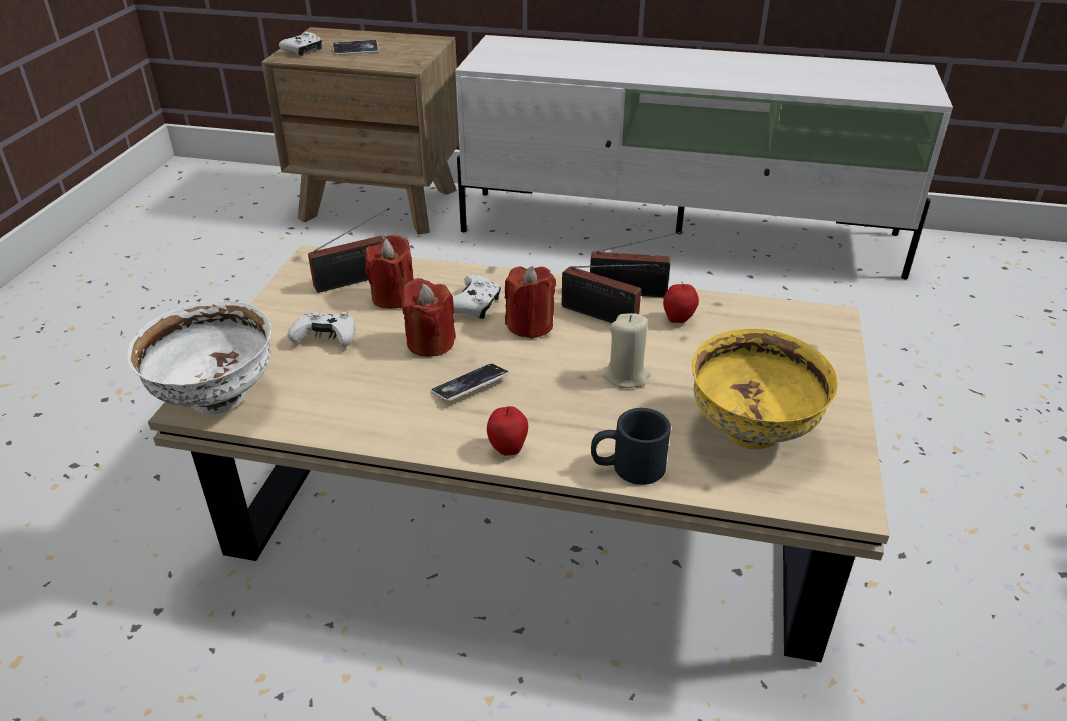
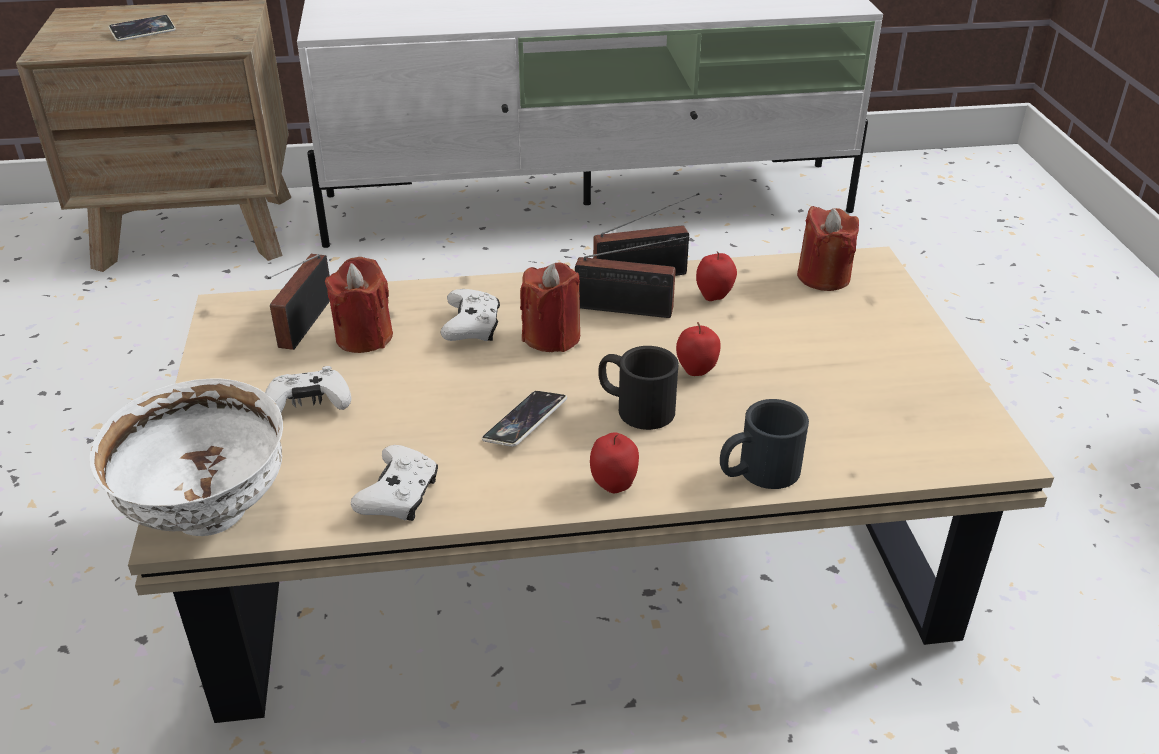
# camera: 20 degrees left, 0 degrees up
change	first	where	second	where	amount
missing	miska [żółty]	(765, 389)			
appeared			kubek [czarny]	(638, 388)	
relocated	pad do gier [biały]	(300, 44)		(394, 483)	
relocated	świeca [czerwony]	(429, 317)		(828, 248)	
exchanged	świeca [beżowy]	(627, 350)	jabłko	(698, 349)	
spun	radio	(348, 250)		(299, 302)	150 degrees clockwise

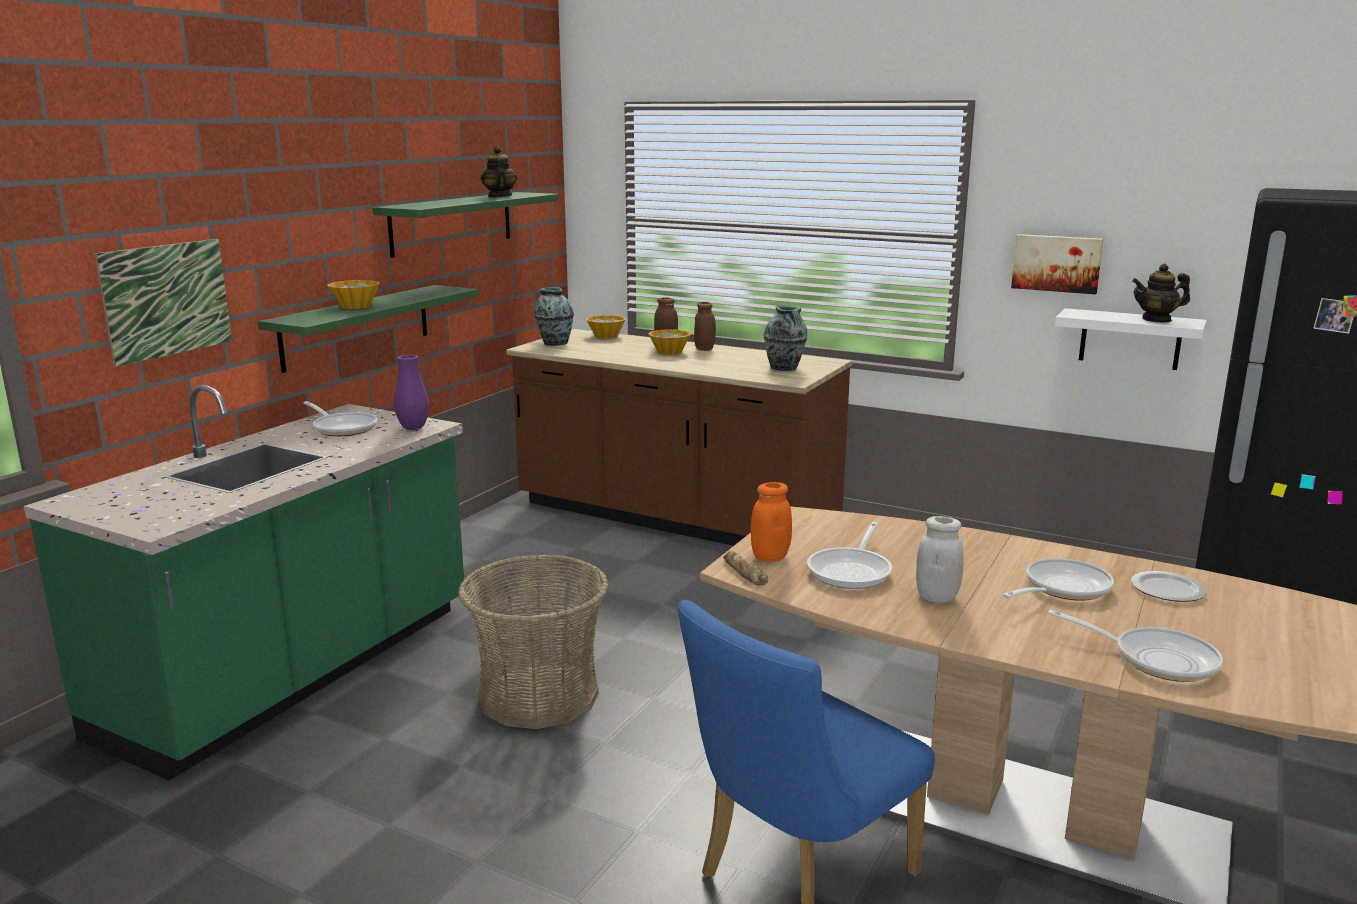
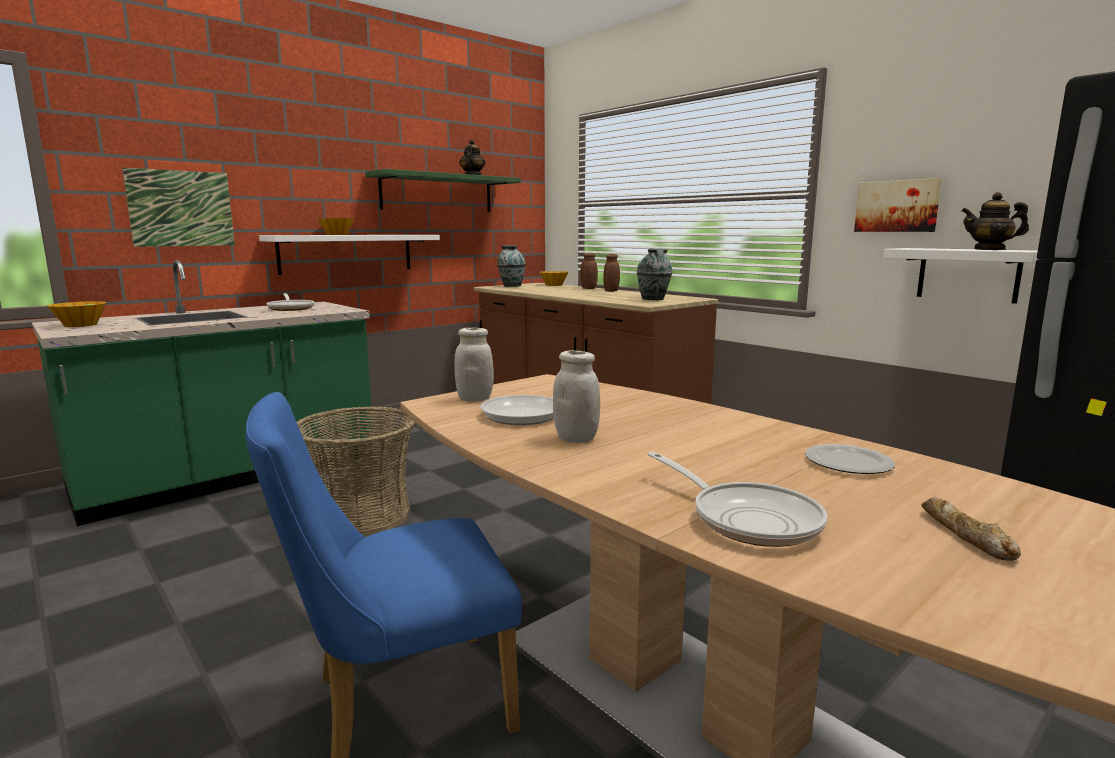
# camera: 20 degrees right, 5 degrees down
change	first	where	second	where	amount
missing	wazon [fioletowy]	(411, 392)			
missing	patelnia	(1058, 579)			
relocated	miska	(669, 342)		(76, 314)	
relocated	chleb	(745, 568)		(971, 529)	
colour	półka [zielony]	(368, 329)	półka [biały]	(349, 255)	
colour	słoik [pomarańczowy]	(771, 522)	słoik [biały]	(474, 365)	

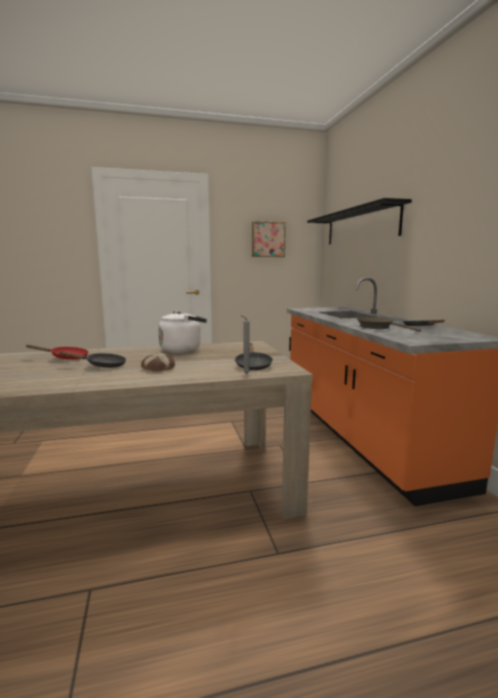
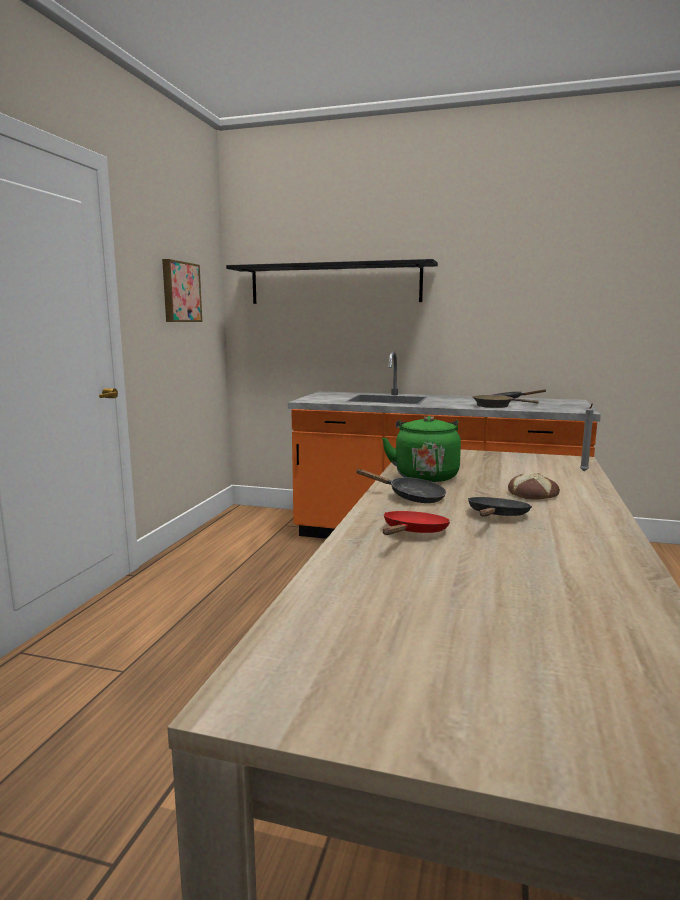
# camera: 60 degrees left, 0 degrees up
change	first	where	second	where	amount
relocated	patelnia [czarny]	(253, 356)		(401, 486)	
colour	czajnik [biały]	(182, 332)	czajnik [zielony]	(421, 449)	

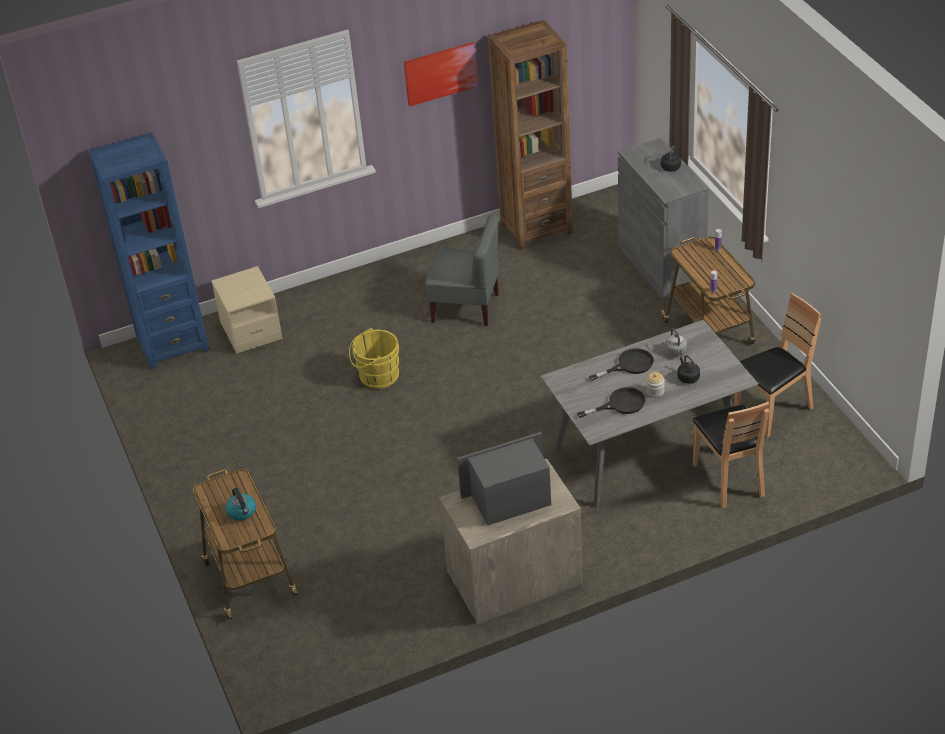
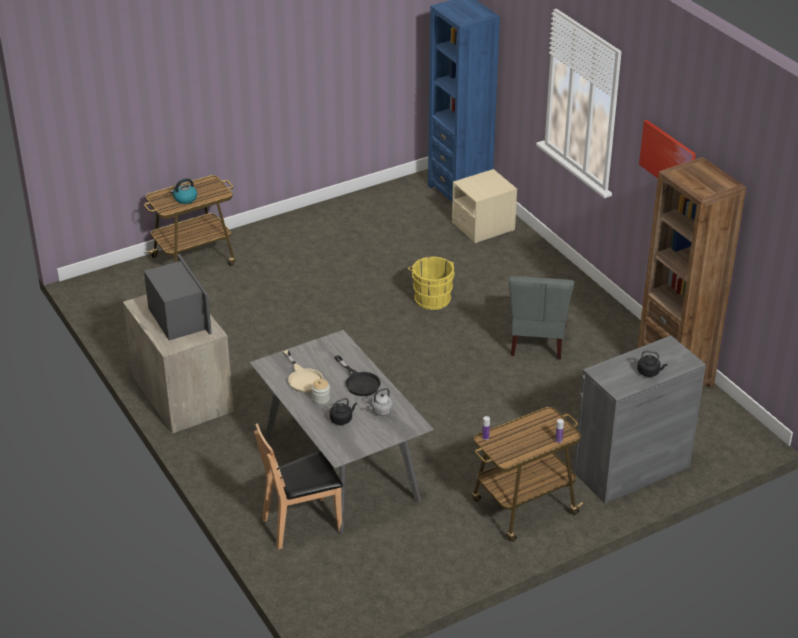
# camera: 80 degrees right, 5 degrees down
change	first	where	second	where	amount
missing	krzesło [brązowy]	(777, 365)			
colour	patelnia [czarny]	(611, 402)	patelnia [beżowy]	(303, 371)	

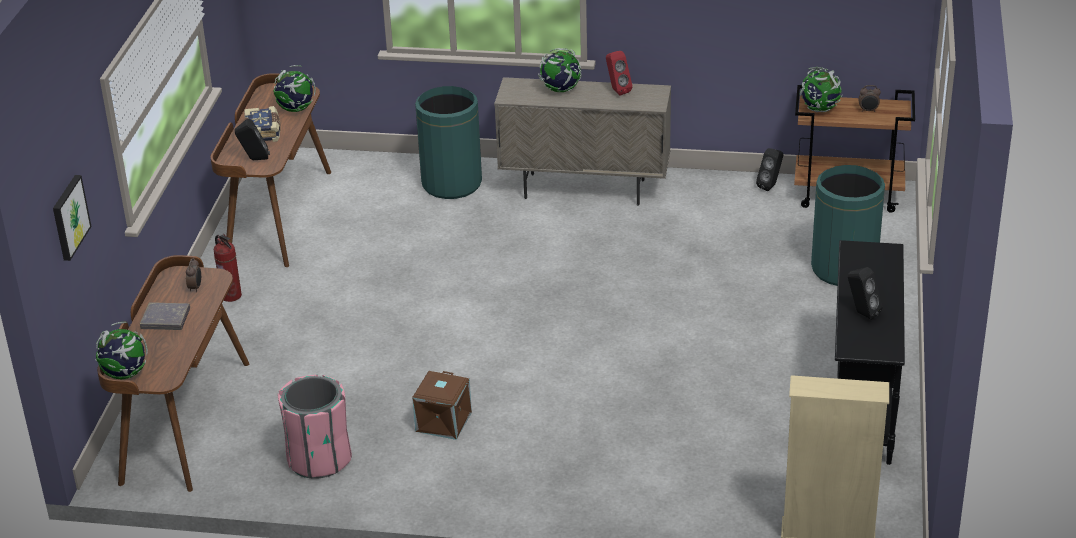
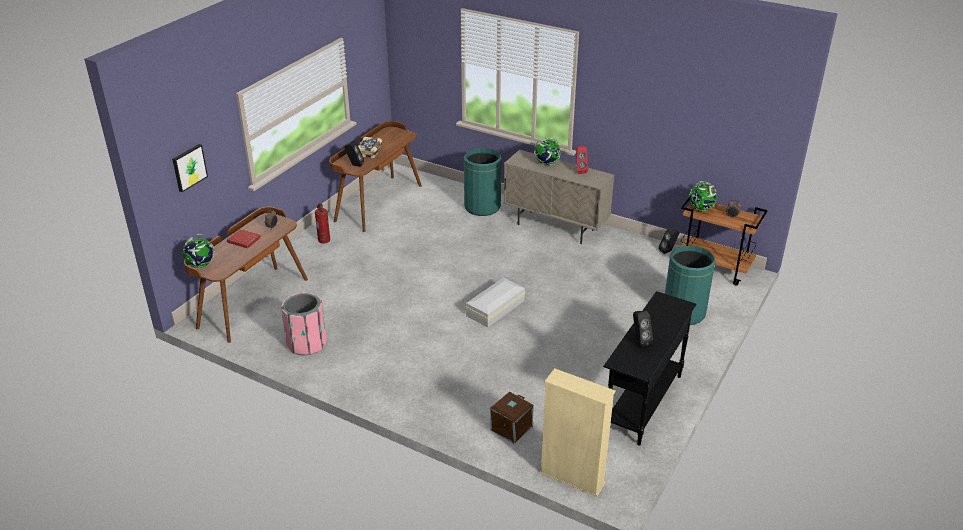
# camera: 20 degrees right, 0 degrees up
change	first	where	second	where	amount
missing	globus	(295, 88)			
appeared			pojemnik do przechowywania [biały]	(495, 303)	
relocated	pojemnik do przechowywania [brązowy]	(442, 405)		(512, 418)	
colour	książka [szary]	(165, 316)	książka [czerwony]	(244, 238)	

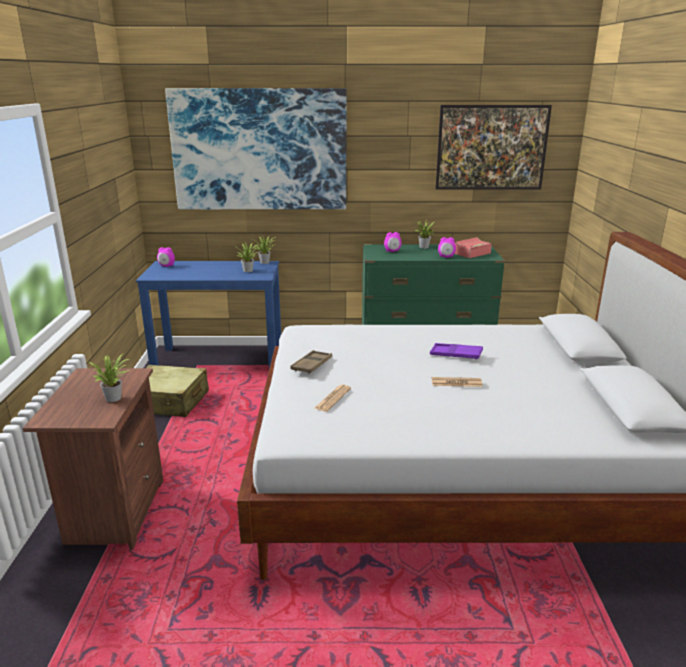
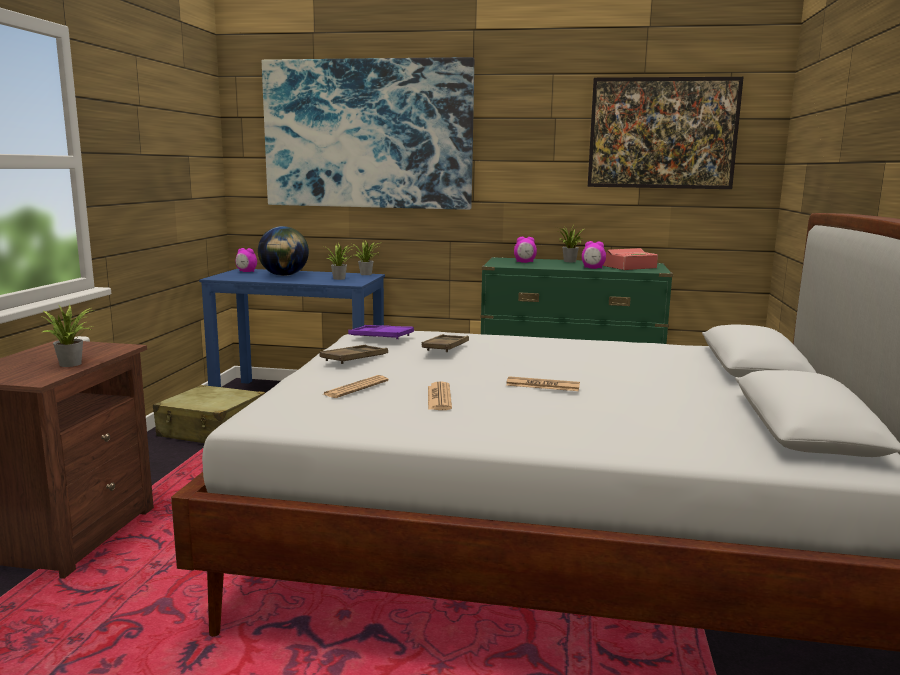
# camera: 10 degrees right, 10 degrees down
change	first	where	second	where	amount
appeared			globus	(283, 251)	
appeared			taca [brązowy]	(445, 343)	
appeared			gazeta	(440, 395)	
relocated	taca [fioletowy]	(456, 351)		(381, 332)	

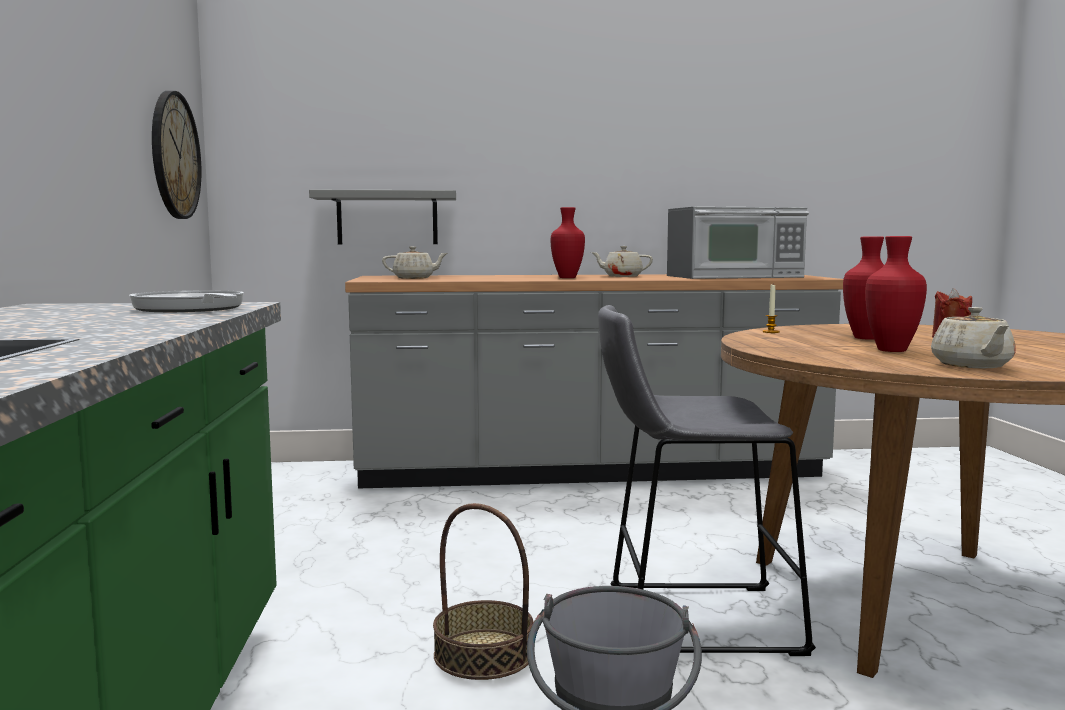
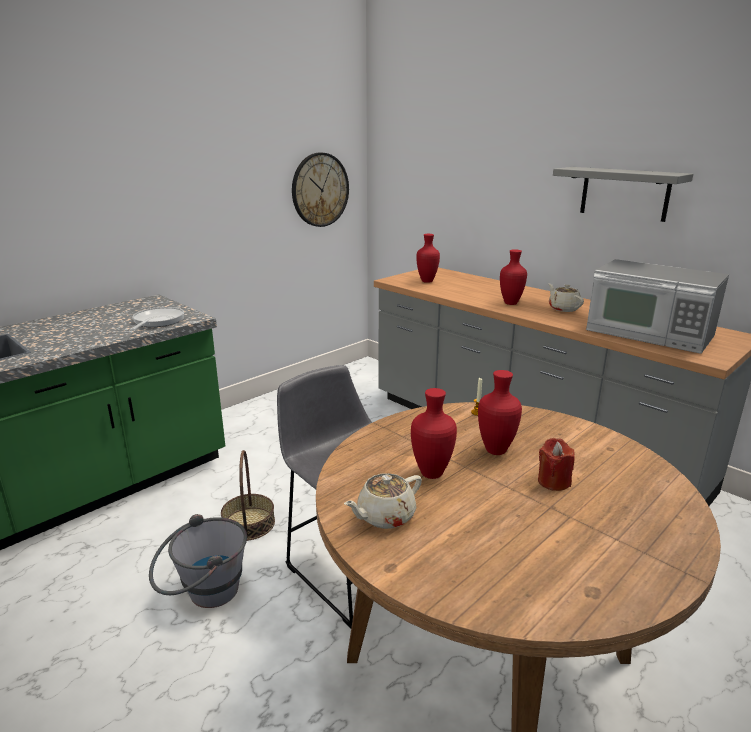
# camera: 50 degrees right, 15 degrees up
change	first	where	second	where	amount
relocated	półka [szary]	(382, 217)		(623, 194)	
exchanged	imbryk [beżowy]	(415, 262)	wazon [czerwony]	(428, 258)	

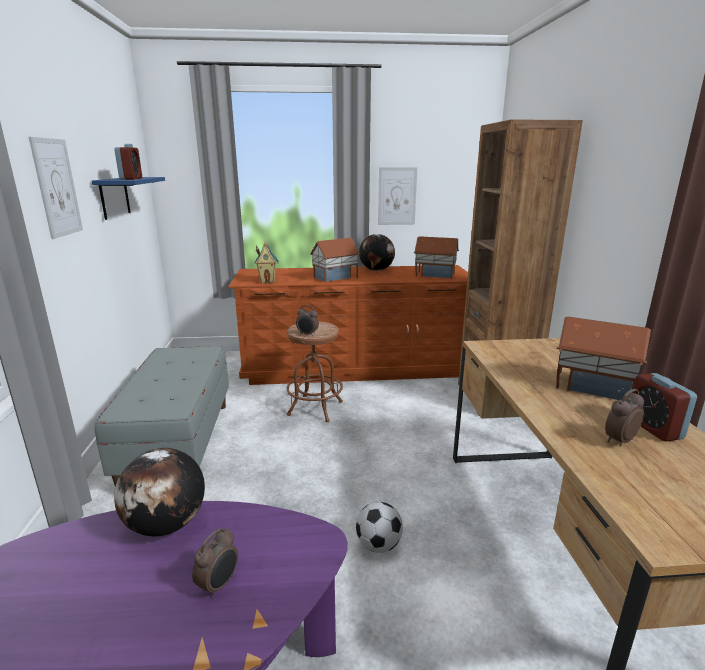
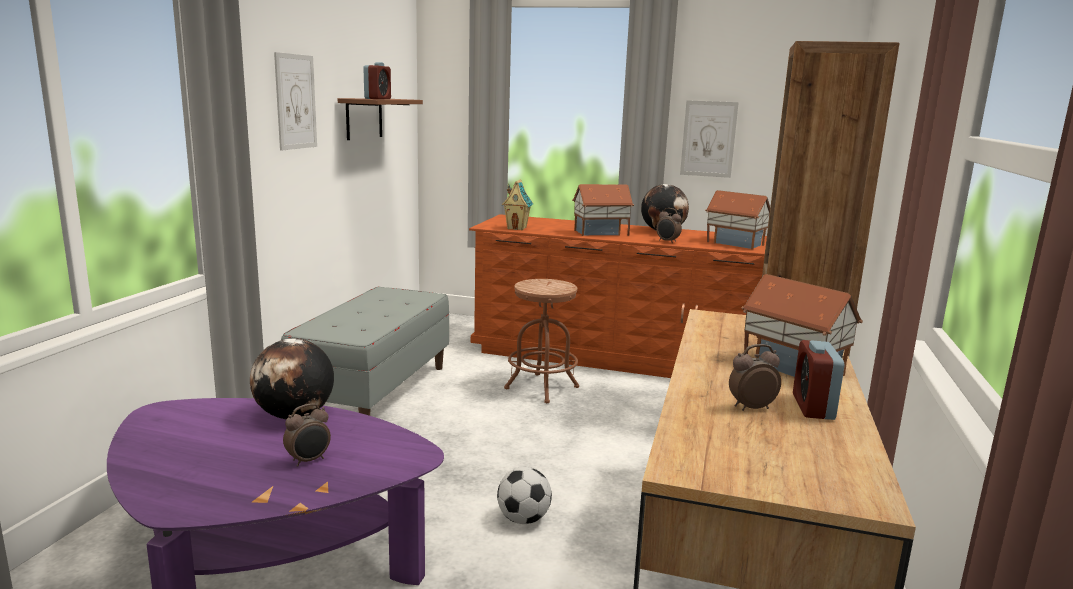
# camera: 20 degrees right, 5 degrees down
change	first	where	second	where	amount
relocated	budzik	(307, 320)		(669, 225)	
colour	półka [niebieski]	(128, 198)	półka [brązowy]	(380, 119)	

